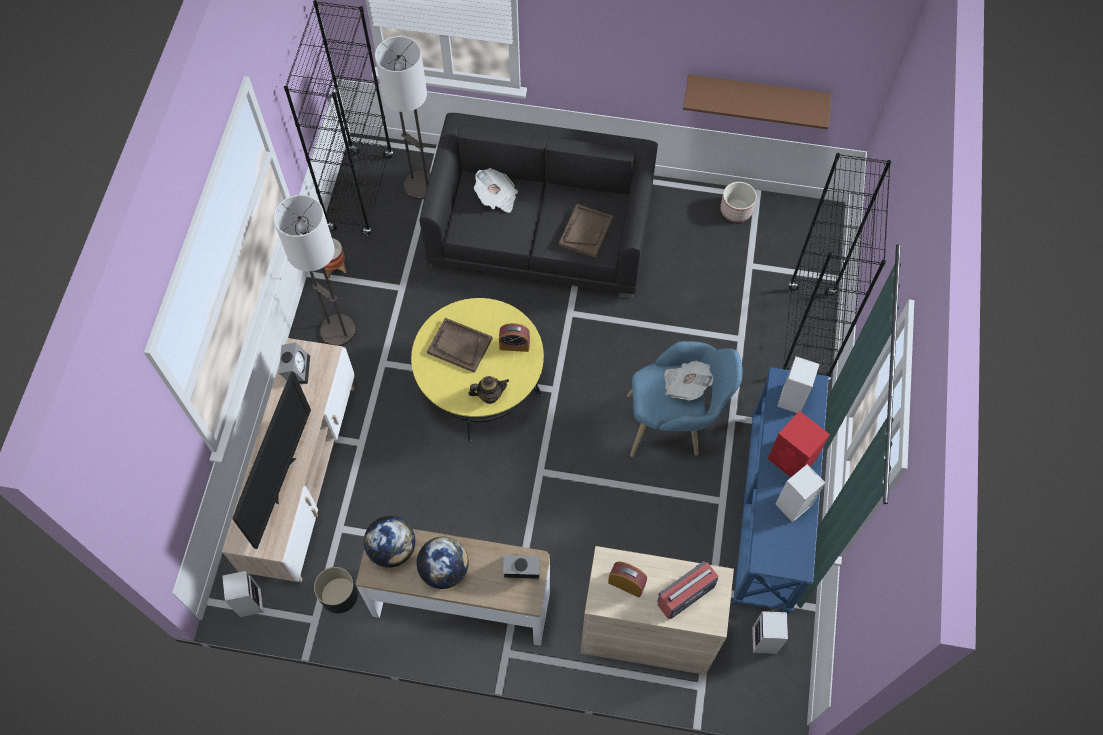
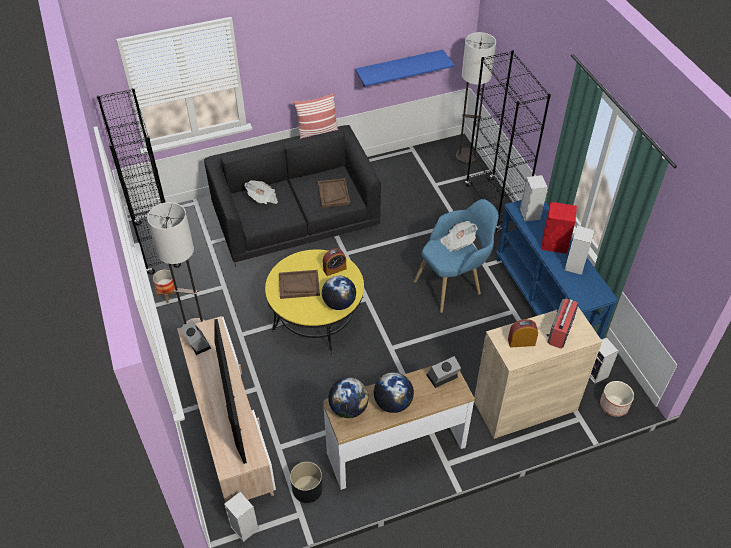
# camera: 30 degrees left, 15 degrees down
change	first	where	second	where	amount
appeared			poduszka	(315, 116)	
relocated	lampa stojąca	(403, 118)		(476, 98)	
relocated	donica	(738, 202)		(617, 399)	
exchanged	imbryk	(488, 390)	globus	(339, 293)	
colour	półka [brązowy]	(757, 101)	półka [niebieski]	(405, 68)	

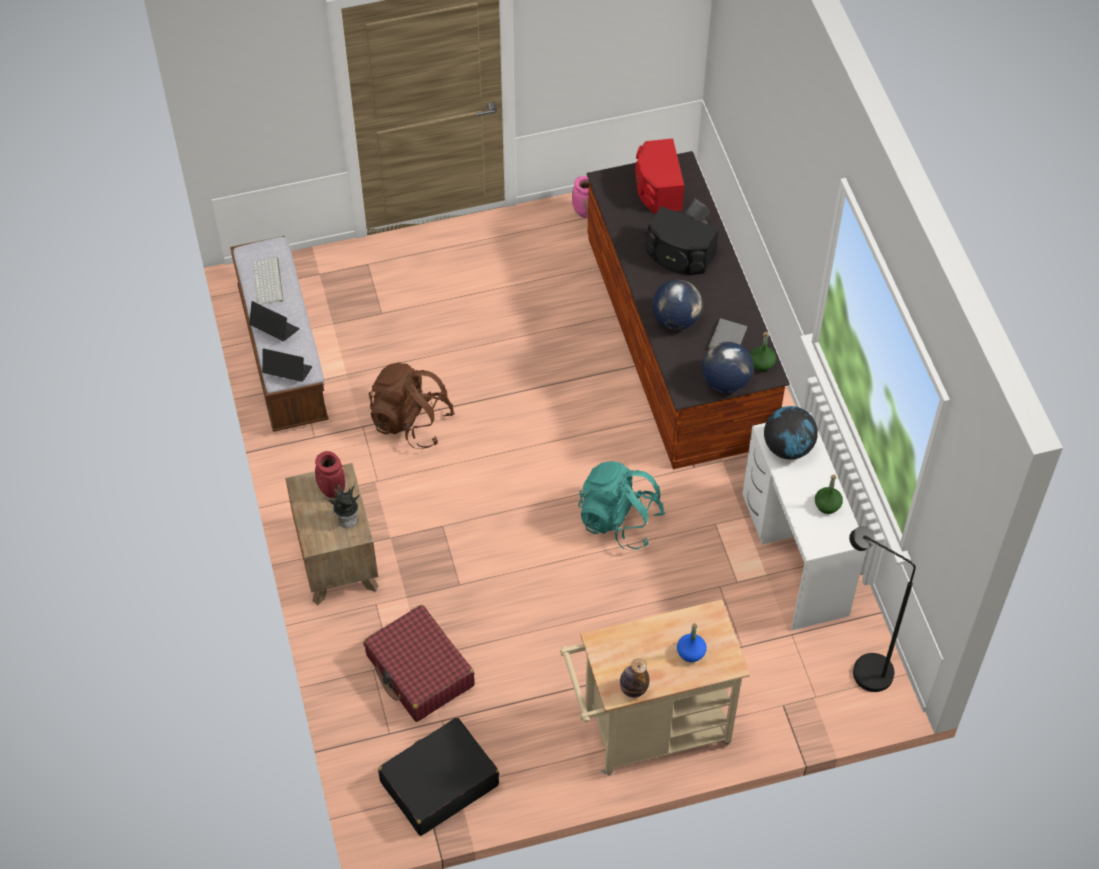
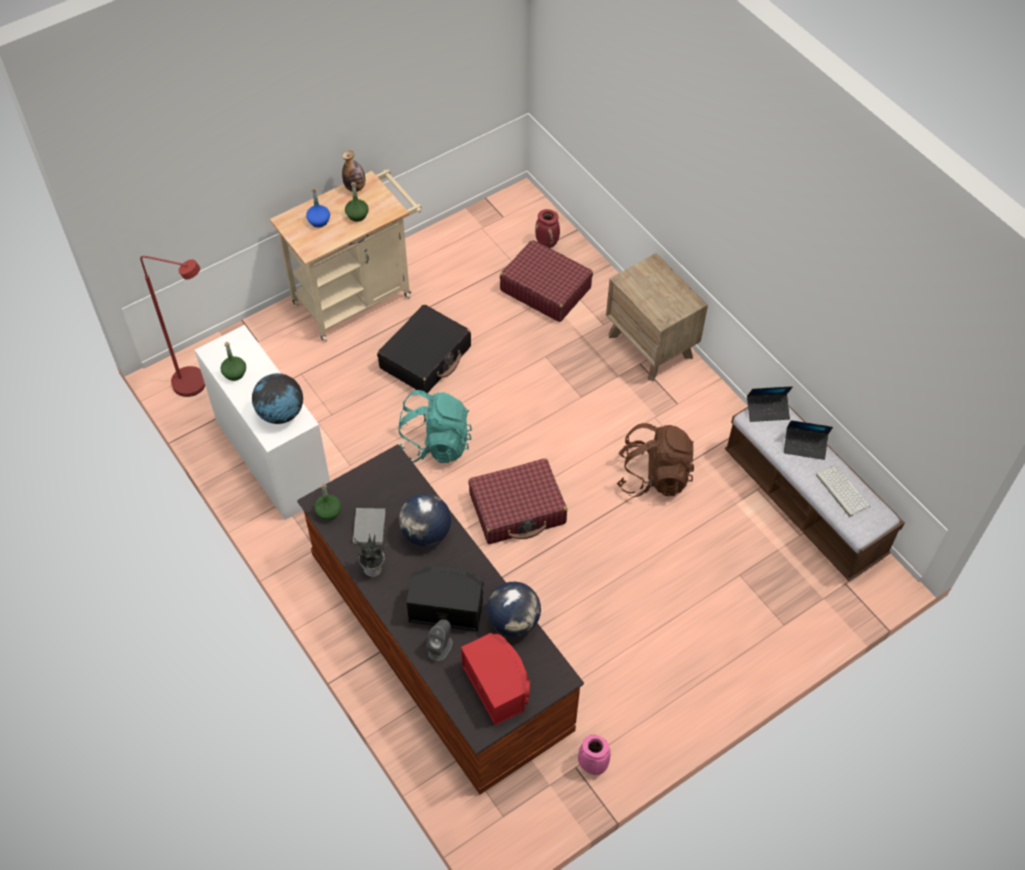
# camera: 160 degrees right, 0 degrees up
change	first	where	second	where	amount
appeared			butelka [zielony]	(357, 202)	
appeared			walizka [czerwony]	(517, 501)	
relocated	wazon [czerwony]	(330, 474)		(547, 228)	
relocated	roślina doniczkowa	(341, 505)		(371, 555)	
relocated	walizka [czarny]	(438, 776)		(424, 348)	
relocated	globus	(727, 367)		(513, 609)	
colour	lampa stojąca [czarny]	(882, 609)	lampa stojąca [czerwony]	(172, 326)	

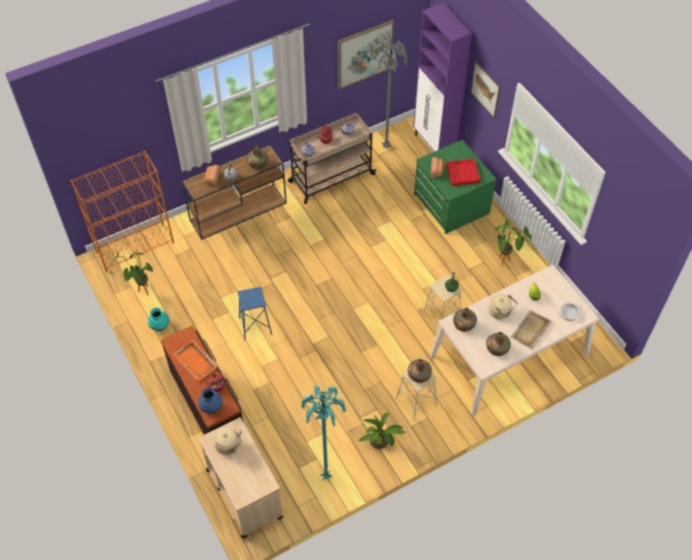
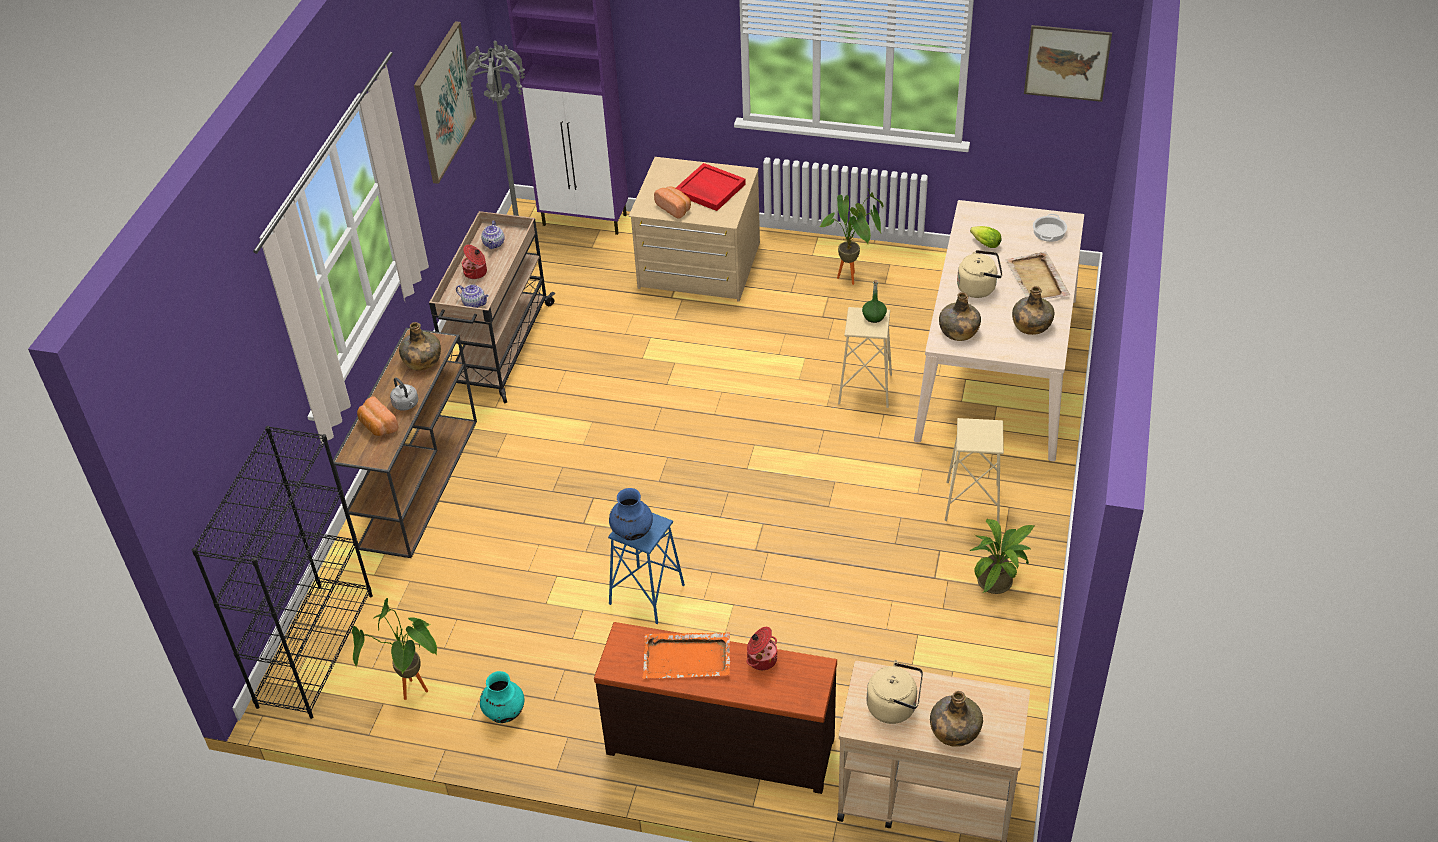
# camera: 45 degrees left, 10 degrees down
change	first	where	second	where	amount
missing	lampa stojąca [turkusowy]	(324, 433)			
relocated	wazon [niebieski]	(210, 401)		(631, 514)	
relocated	butelka [zielony]	(420, 371)		(956, 719)	
relocated	obraz	(485, 89)		(1068, 63)	
colour	regał [pomarańczowy]	(122, 211)	regał [czarny]	(282, 572)	
colour	komoda [zielony]	(455, 187)	komoda [beżowy]	(694, 229)	

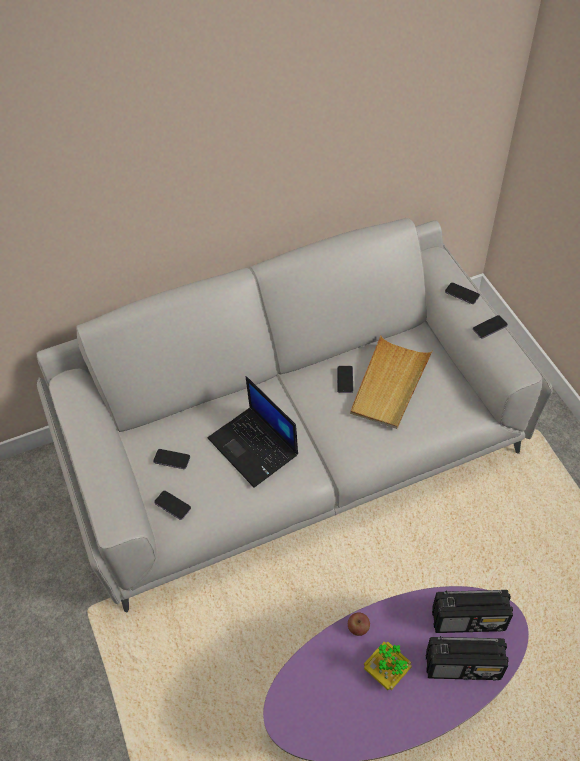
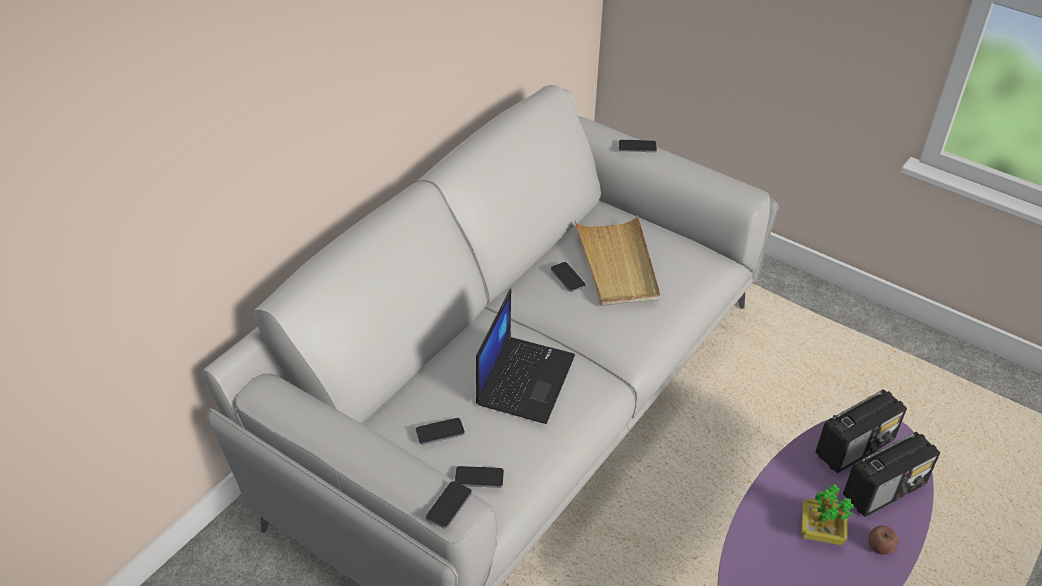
# camera: 35 degrees left, 10 degrees down
change	first	where	second	where	amount
relocated	jabłko	(359, 624)		(883, 540)	
relocated	telefon	(490, 327)		(449, 504)	
spun	laptop	(253, 432)		(525, 356)	90 degrees counterclockwise

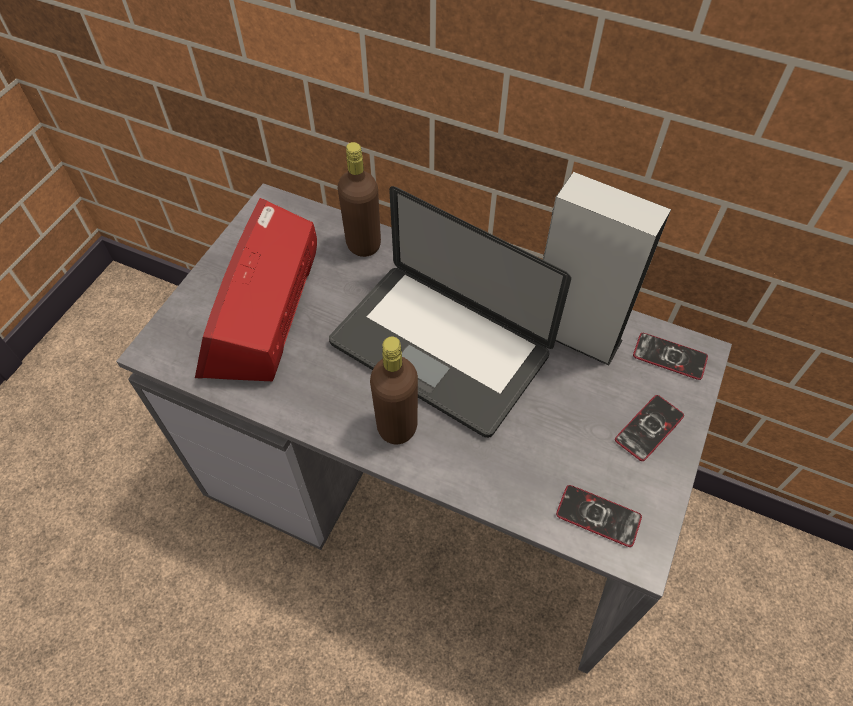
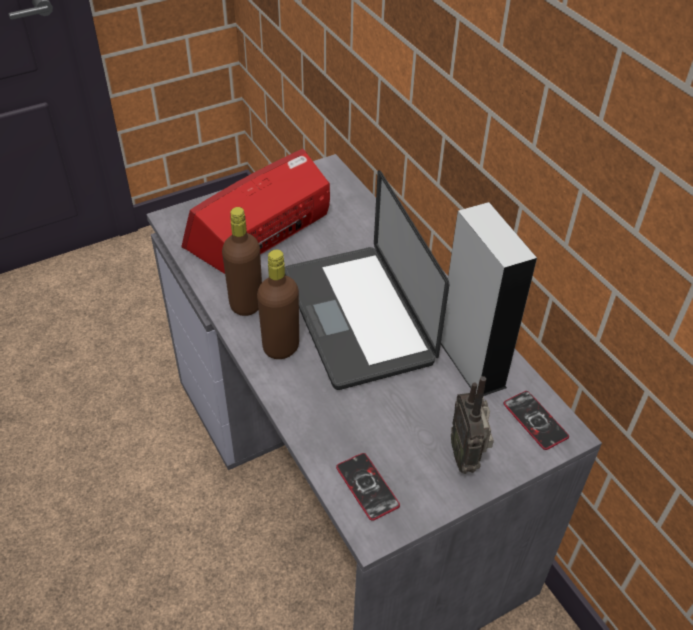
# camera: 35 degrees right, 10 degrees down
change	first	where	second	where	amount
relocated	butelka [brązowy]	(359, 199)		(242, 261)	
exchanged	telefon	(649, 428)	radio	(472, 425)	

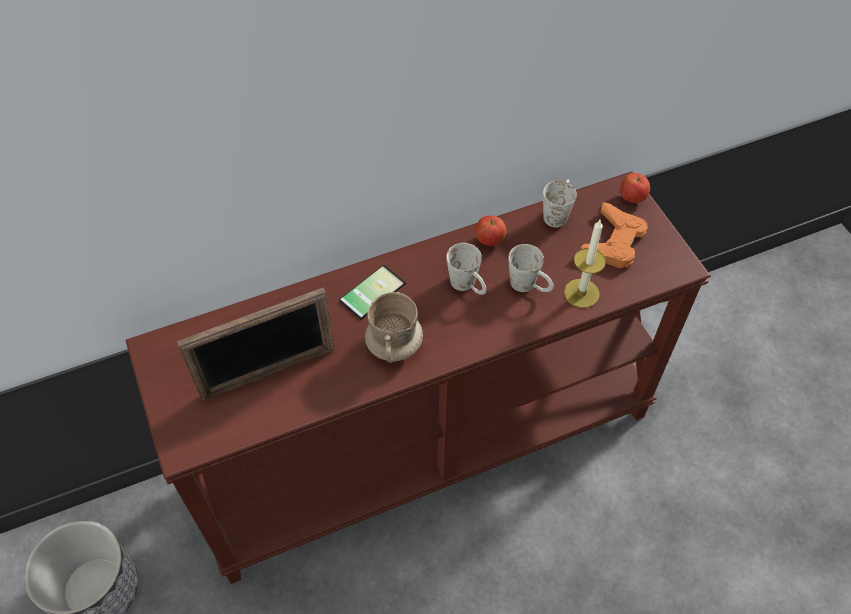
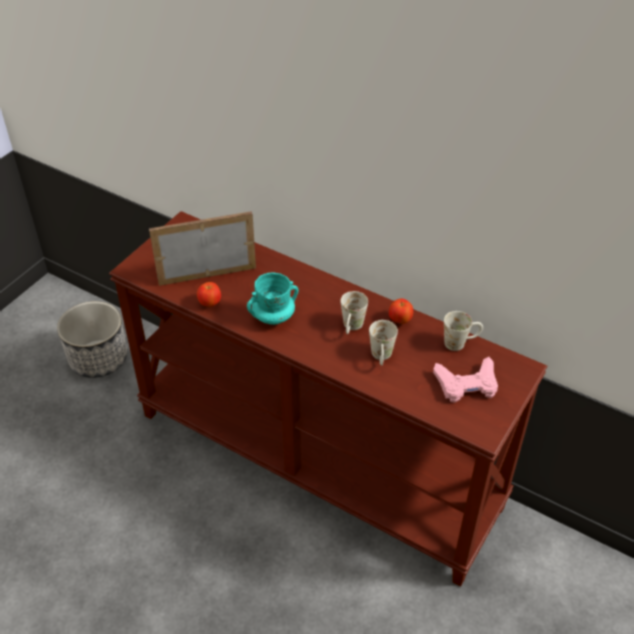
# camera: 55 degrees right, 10 degrees down
change	first	where	second	where	amount
missing	telefon	(372, 292)			
missing	świeca	(585, 264)			
relocated	jabłko	(635, 188)		(209, 294)	
colour	kubek [beżowy]	(394, 327)	kubek [turkusowy]	(273, 299)	
colour	pad do gier [pomarańczowy]	(614, 235)	pad do gier [różowy]	(465, 380)	
spun	ramka na zdjęcie	(256, 344)		(202, 248)	135 degrees clockwise

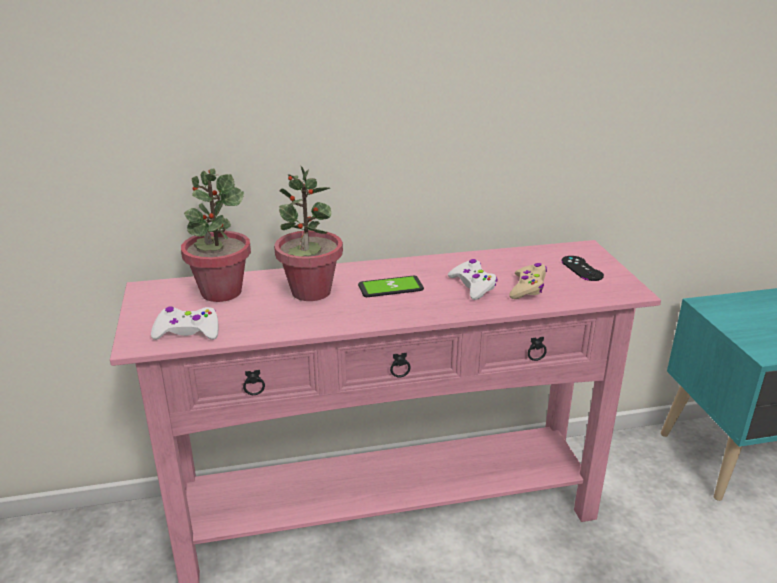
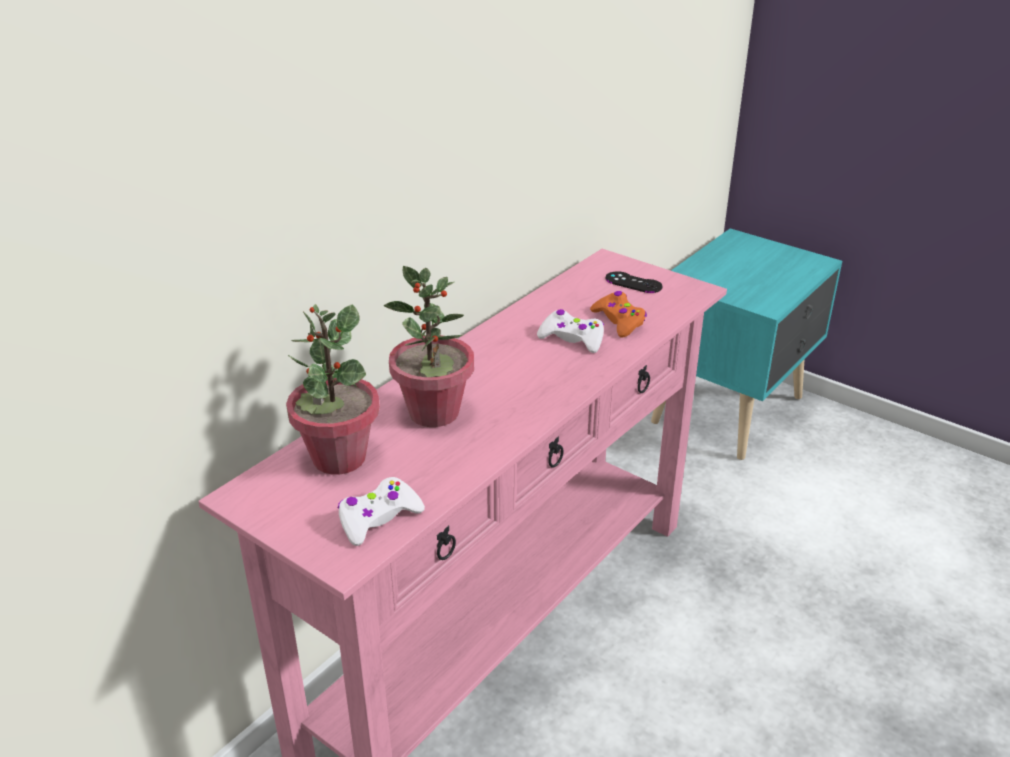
# camera: 40 degrees left, 5 degrees up
change	first	where	second	where	amount
missing	telefon	(391, 286)			
colour	pad do gier [beżowy]	(528, 281)	pad do gier [pomarańczowy]	(618, 314)	

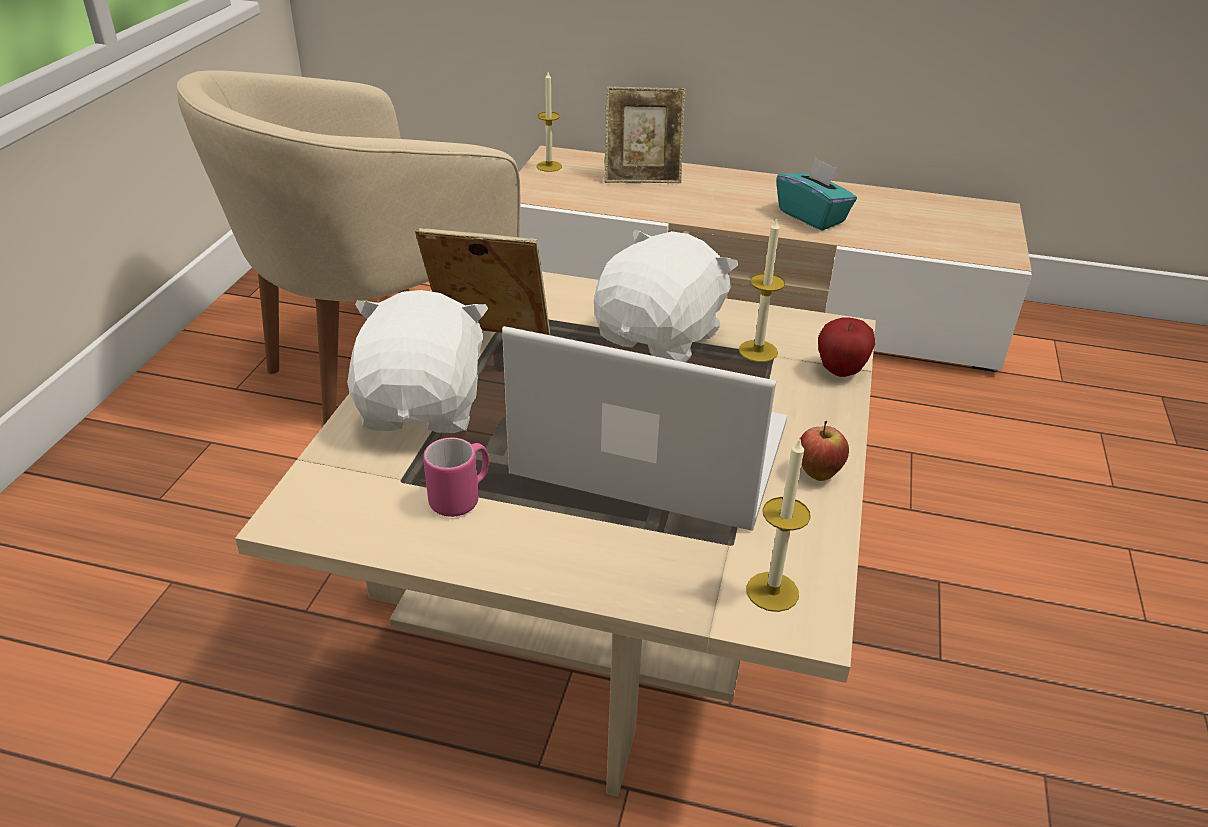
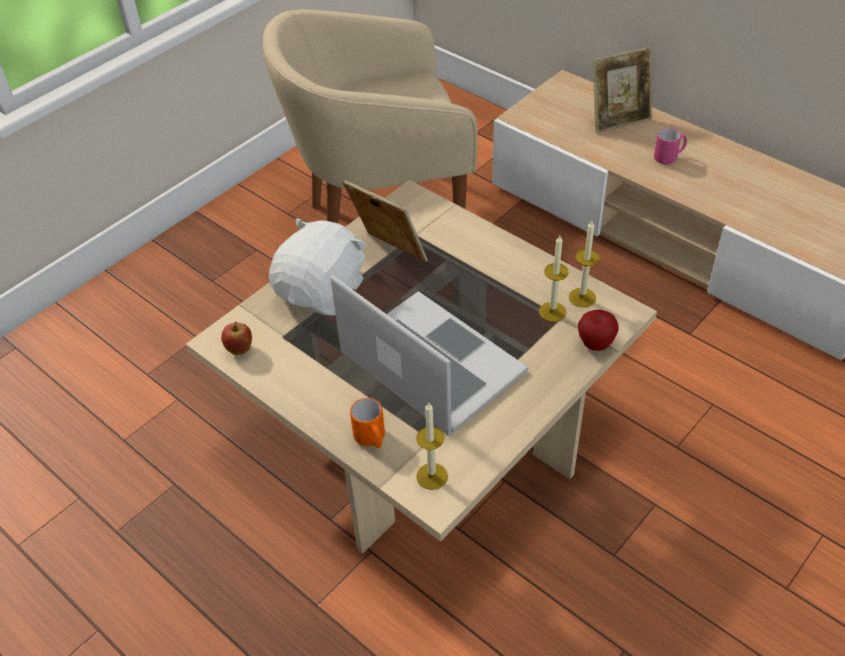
# camera: 30 degrees right, 10 degrees up
change	first	where	second	where	amount
missing	pluszak [biały]	(666, 295)			
missing	pudełko chusteczek [turkusowy]	(816, 194)			
appeared			kubek [pomarańczowy]	(367, 423)	
relocated	kubek [różowy]	(456, 477)		(670, 146)	
relocated	świeca	(549, 122)		(584, 264)	
relocated	jabłko	(824, 451)		(236, 338)	
spun	ramka na zdjęcie	(645, 135)		(622, 90)	45 degrees counterclockwise

